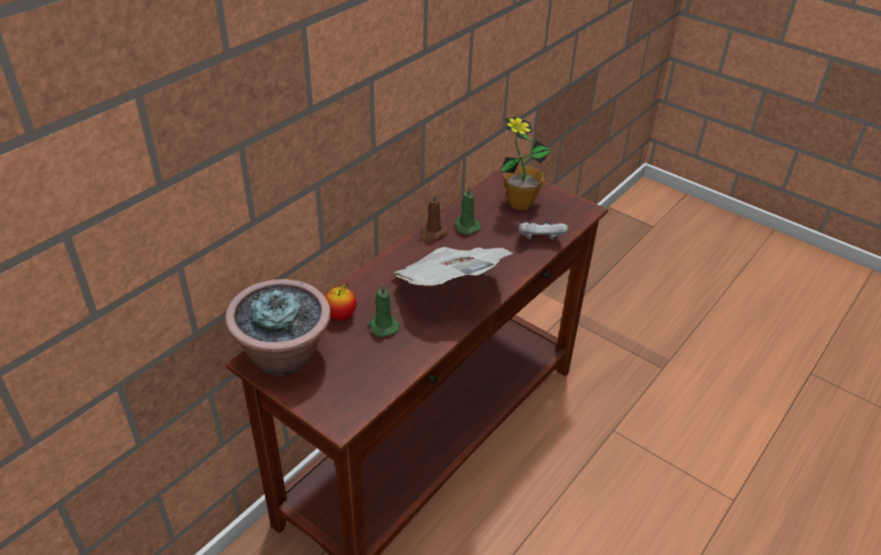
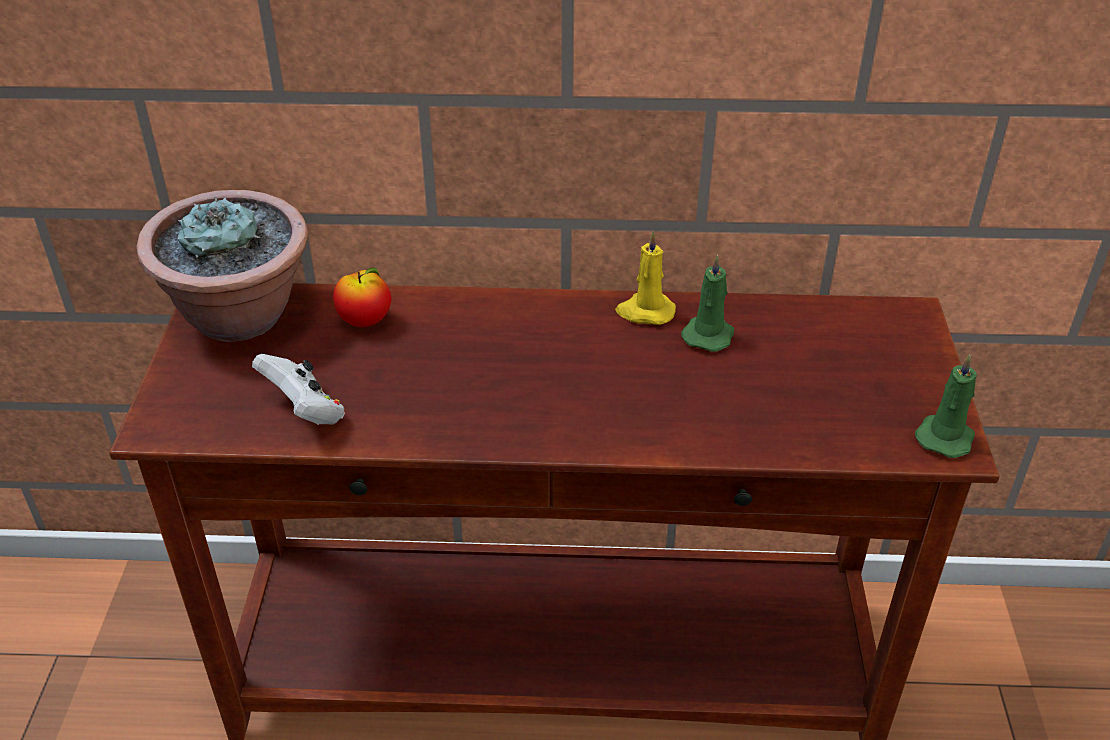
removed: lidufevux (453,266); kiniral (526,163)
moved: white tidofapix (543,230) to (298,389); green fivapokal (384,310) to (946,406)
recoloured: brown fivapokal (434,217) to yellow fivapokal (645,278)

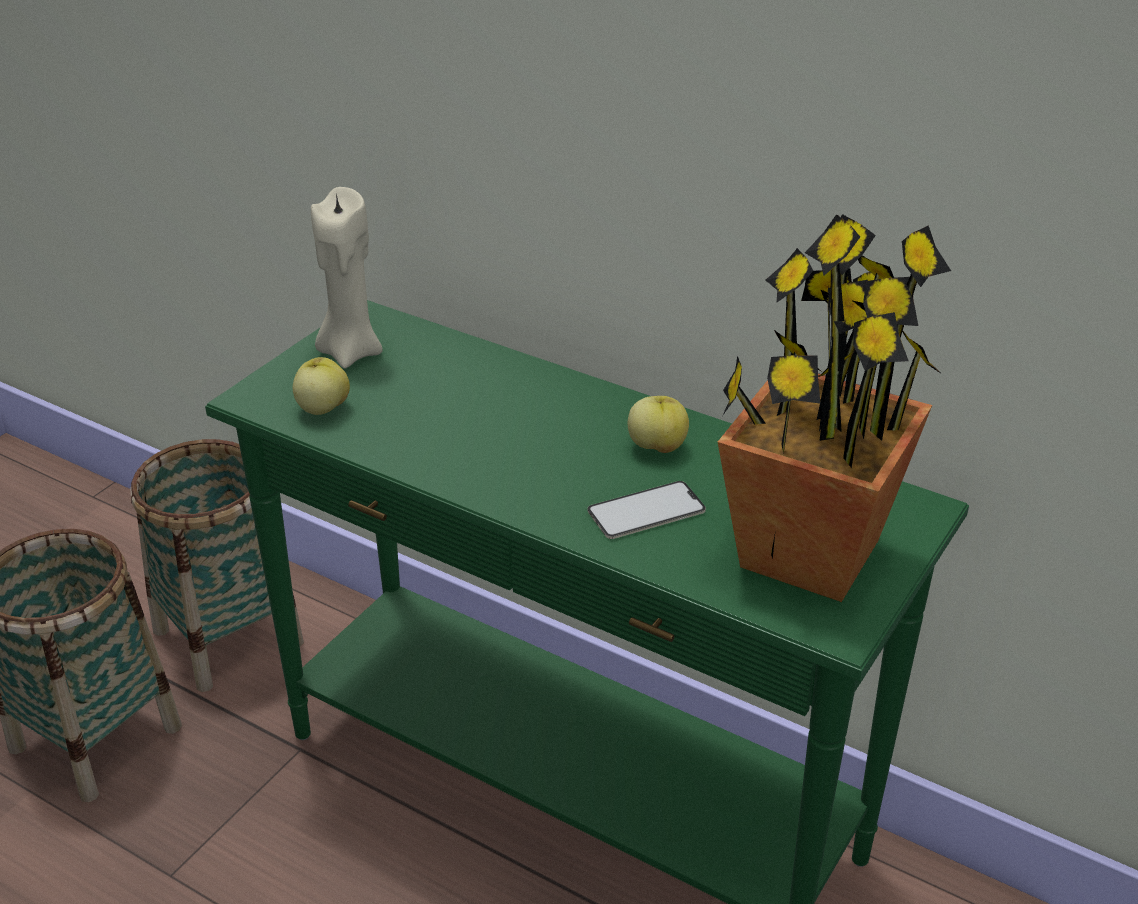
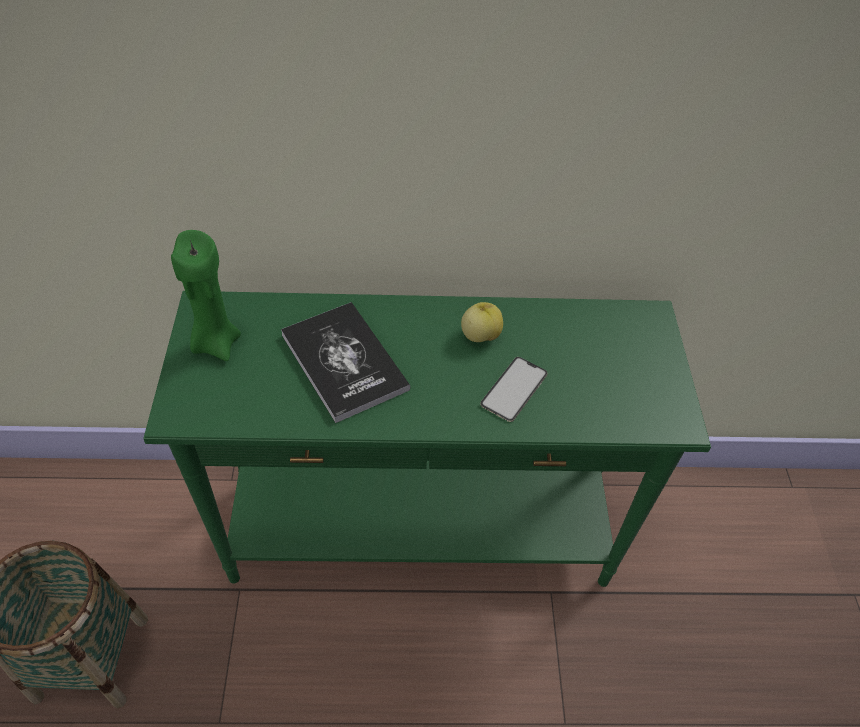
removed: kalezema (217,565); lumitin (321,386); kiniral (834,408)
added: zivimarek (345,362)
recoloured: beige fivapokal (347,278) to green fivapokal (206,295)

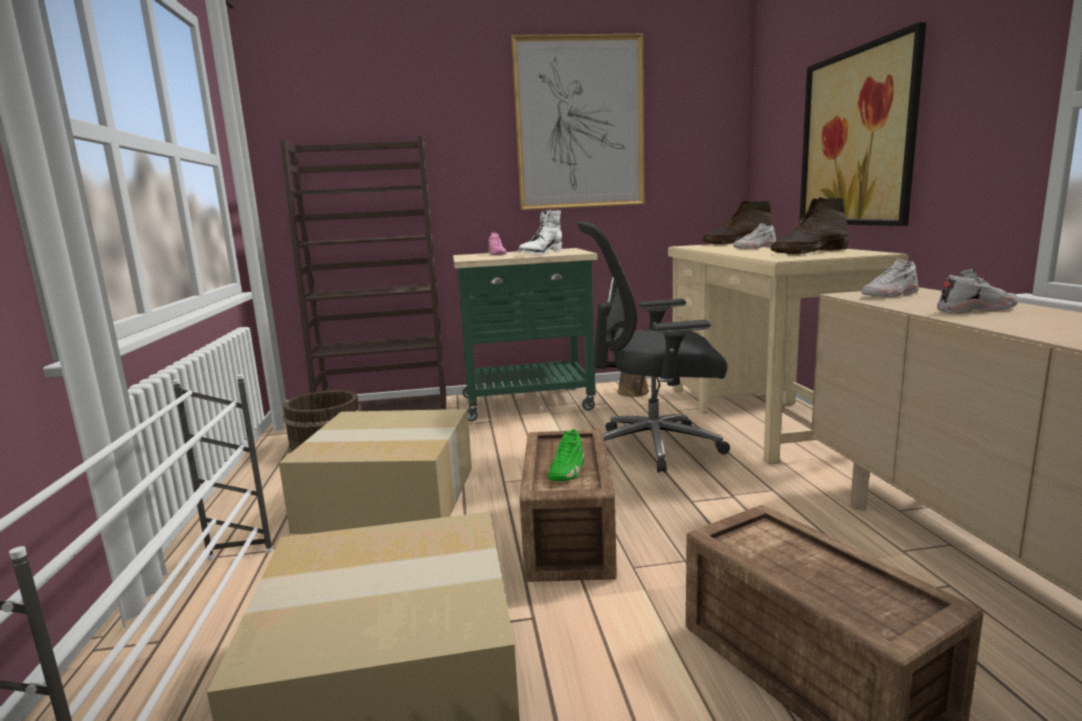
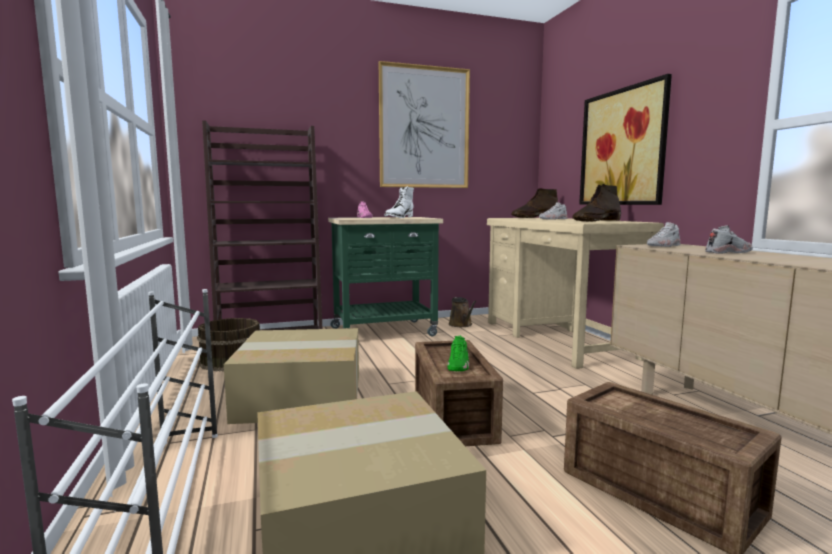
removed: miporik (654,347)

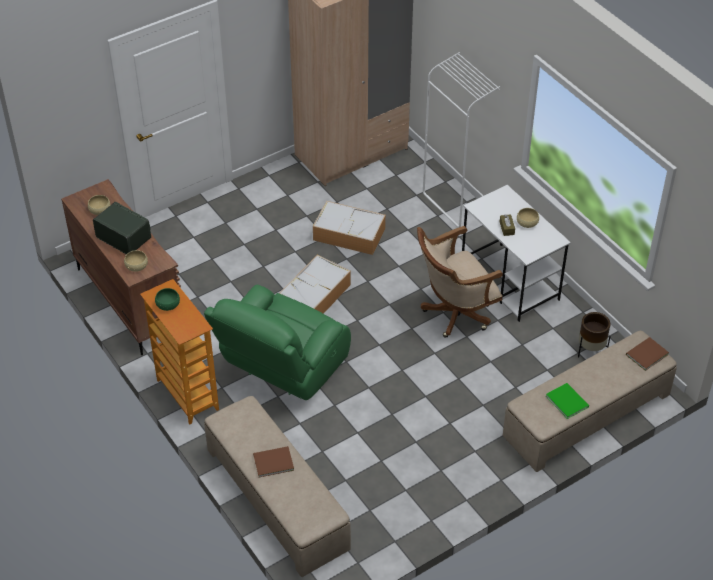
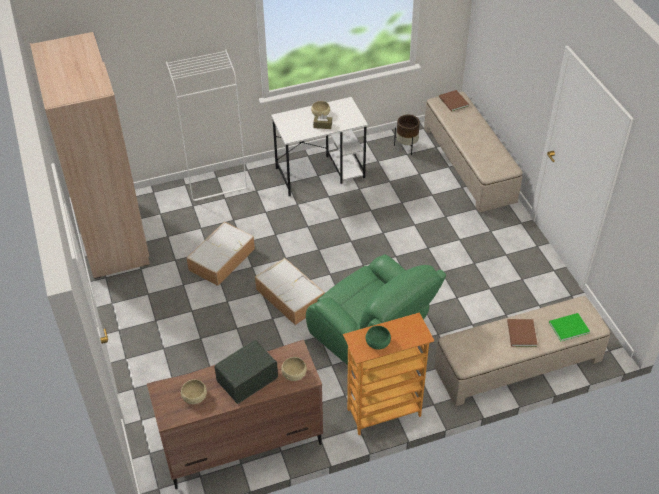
removed: miporik (460,282)
moved: green zivimarek (567,401) to (569,327)

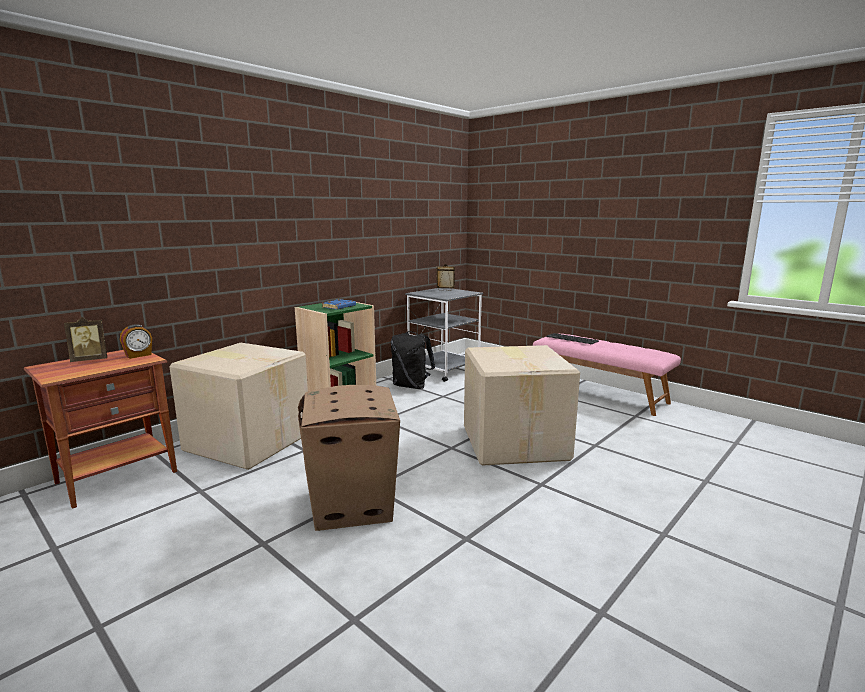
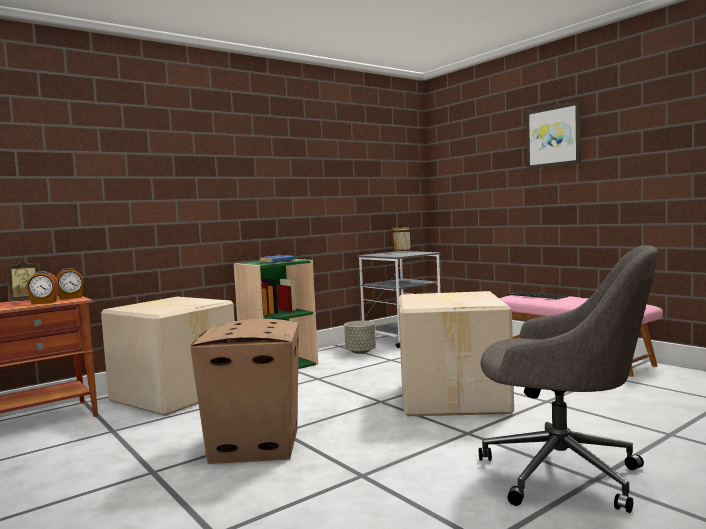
added: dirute (43,287); grey miporik (568,379); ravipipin (553,135)
replaced: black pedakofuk (413,360) to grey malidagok (360,337)

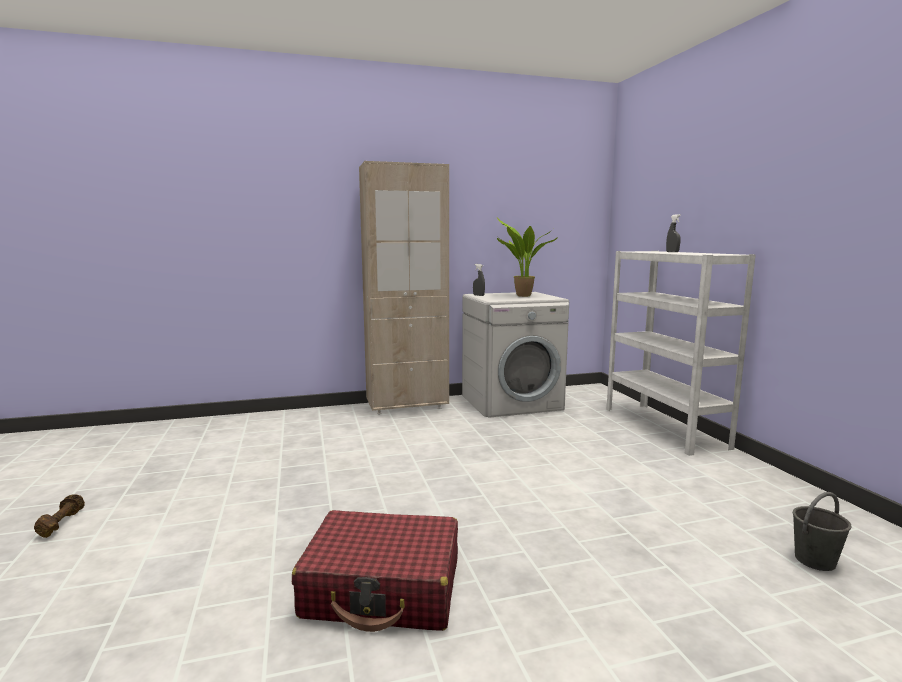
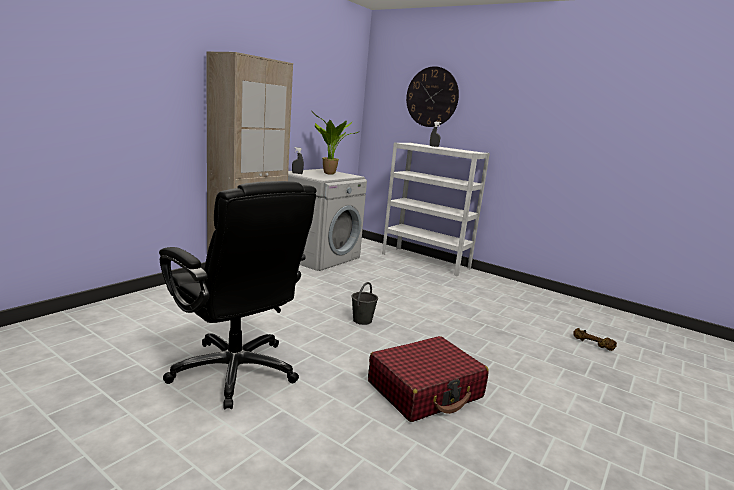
added: black miporik (237,295); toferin (432,96)
moved: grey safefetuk (822,531) to (364,303); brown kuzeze (59,516) to (595,339)

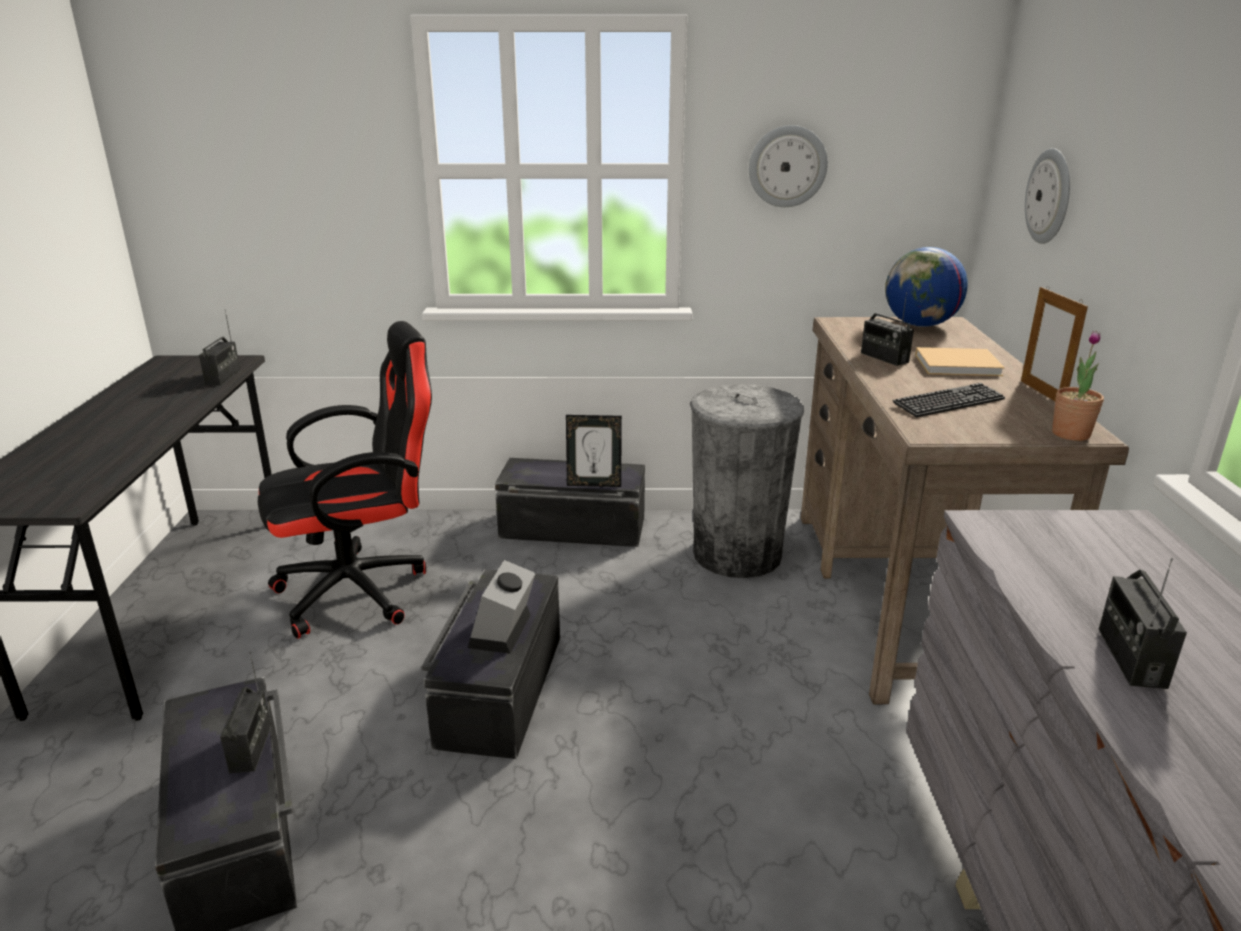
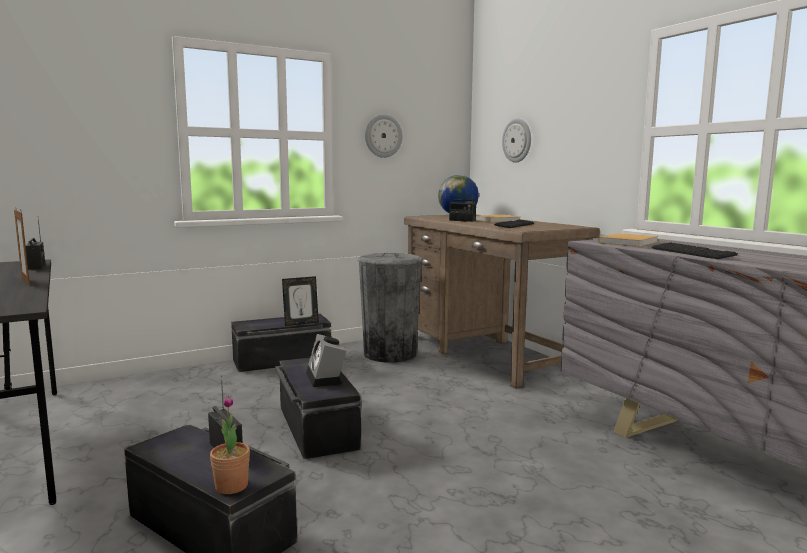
removed: black miporik (345,480)
added: beige zivimarek (628,240)
moved: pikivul (1054,343) to (22,248); kiniral (1078,386) to (230,444)
replaced: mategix (1143,623) to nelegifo (695,250)

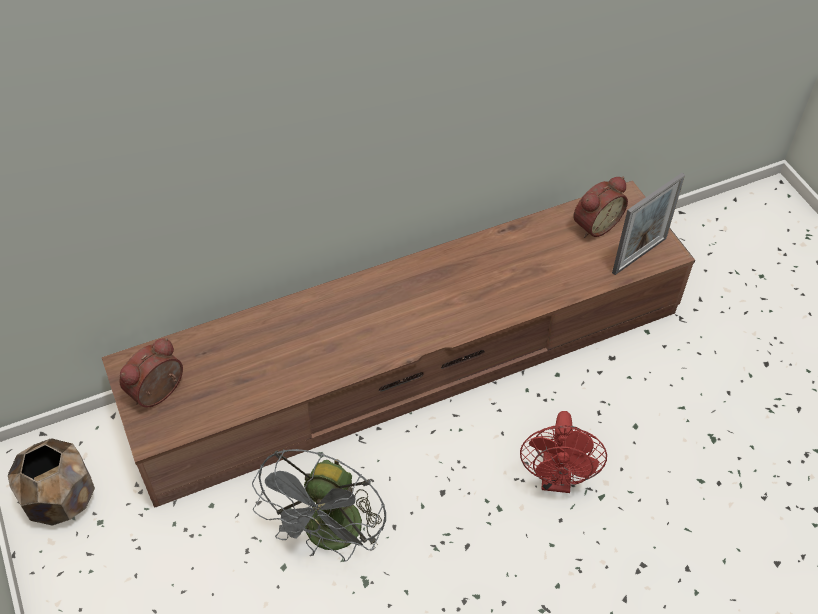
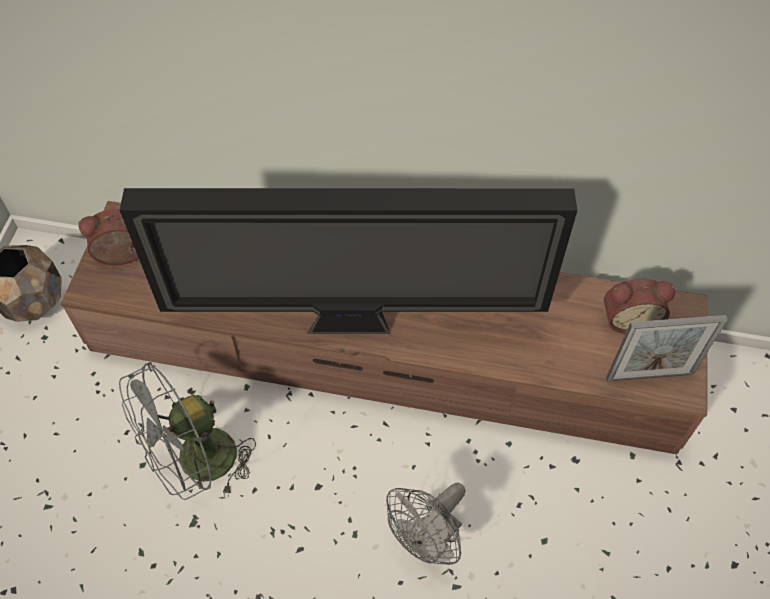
added: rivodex (348,261)
recoloured: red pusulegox (563,452) to grey pusulegox (426,523)

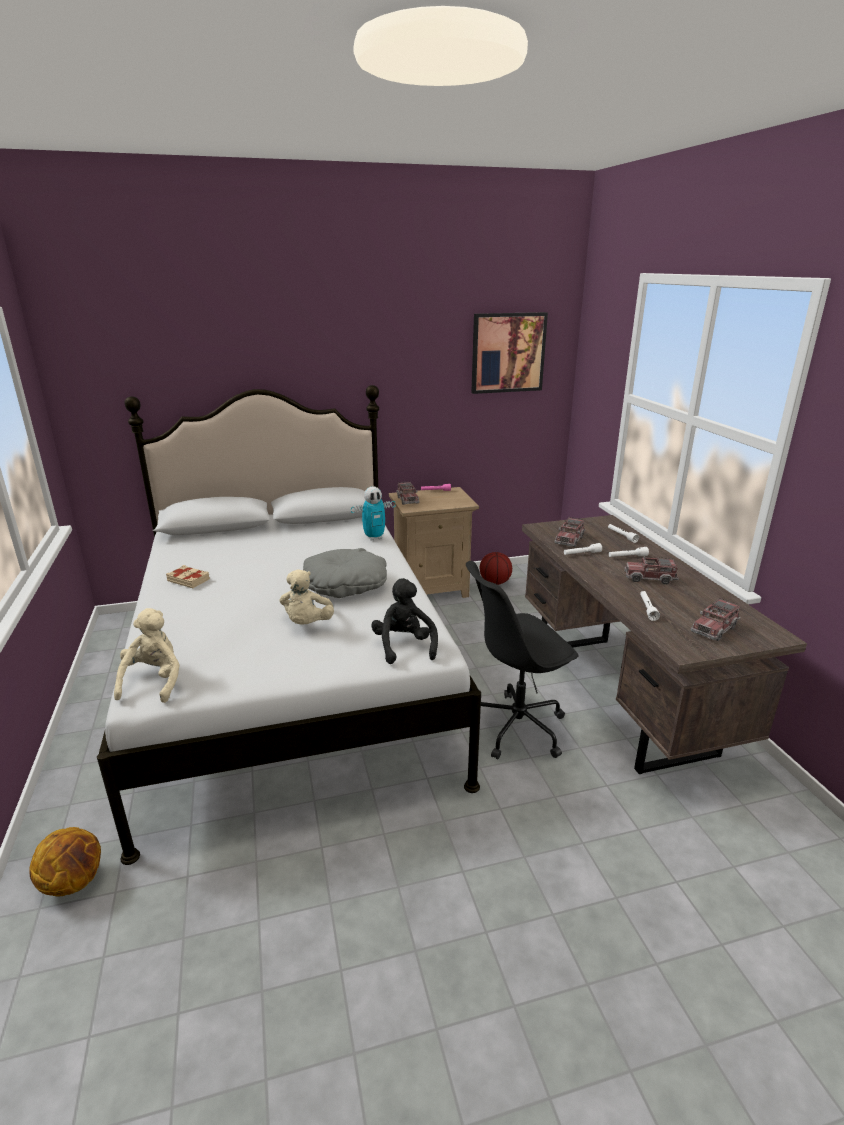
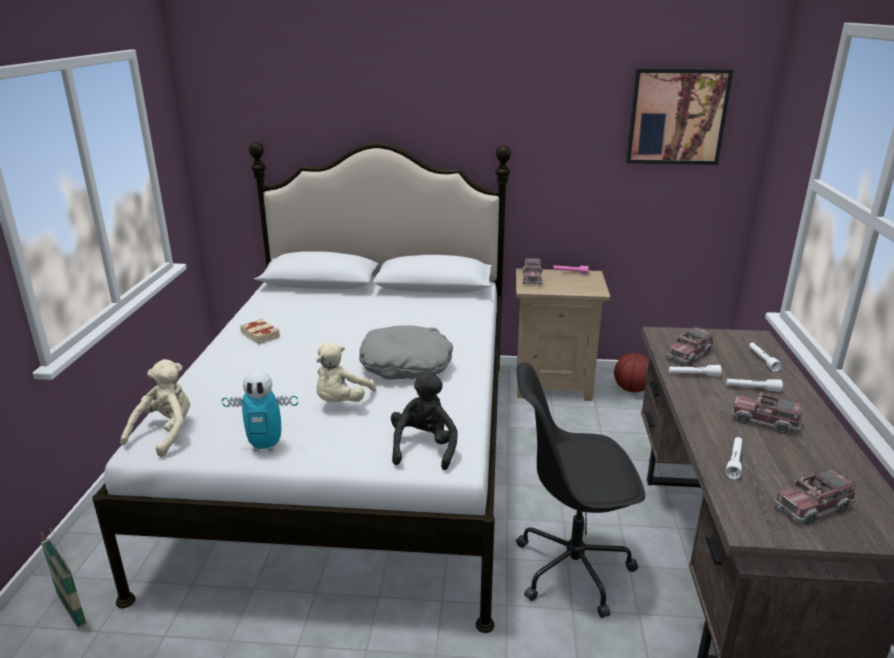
moved: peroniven (373,513) to (260,411)
replaced: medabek (65,861) to kalezema (64,578)

